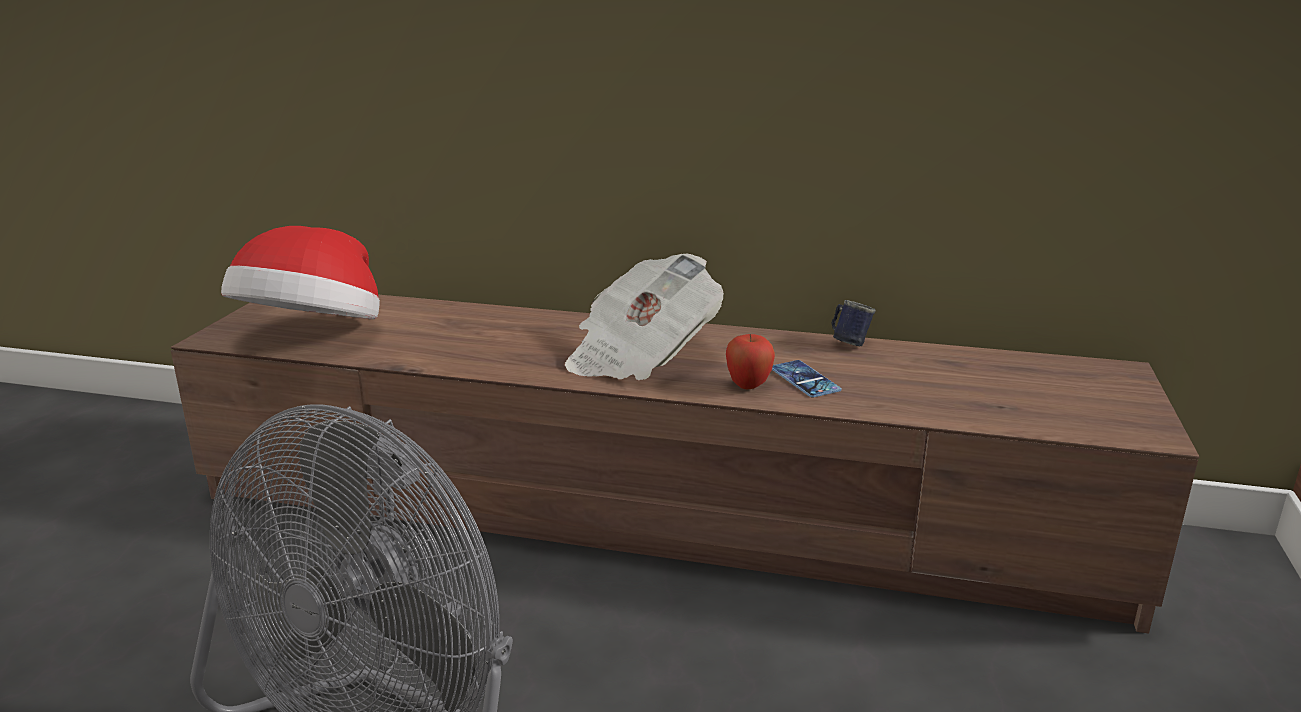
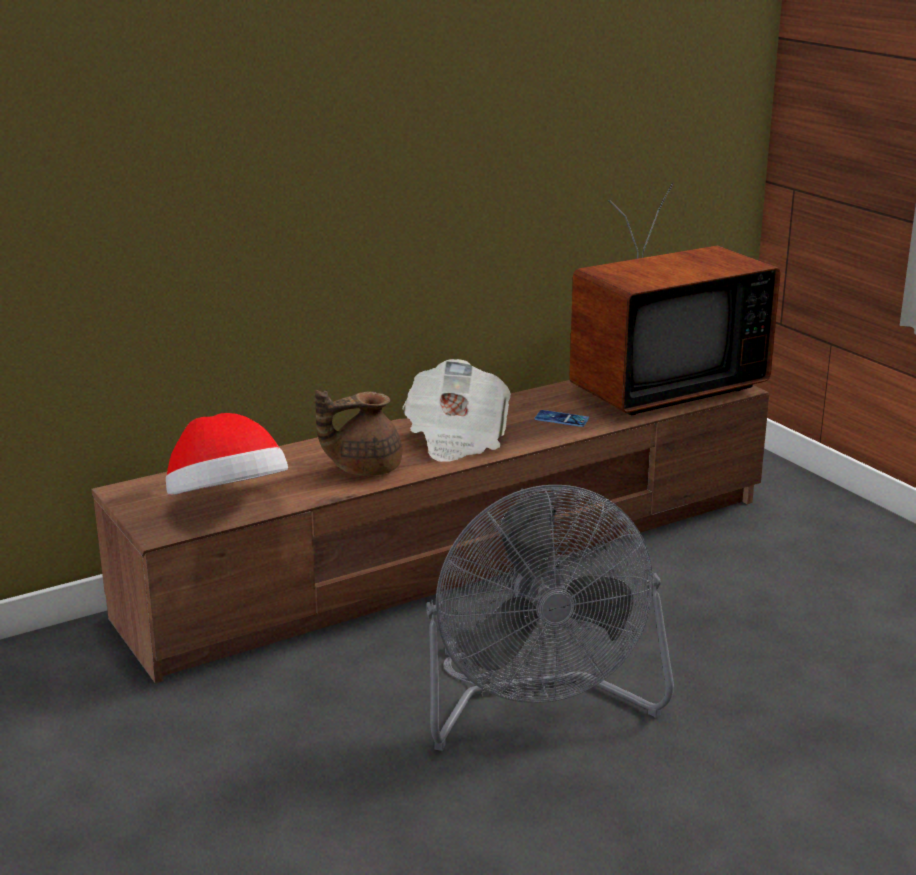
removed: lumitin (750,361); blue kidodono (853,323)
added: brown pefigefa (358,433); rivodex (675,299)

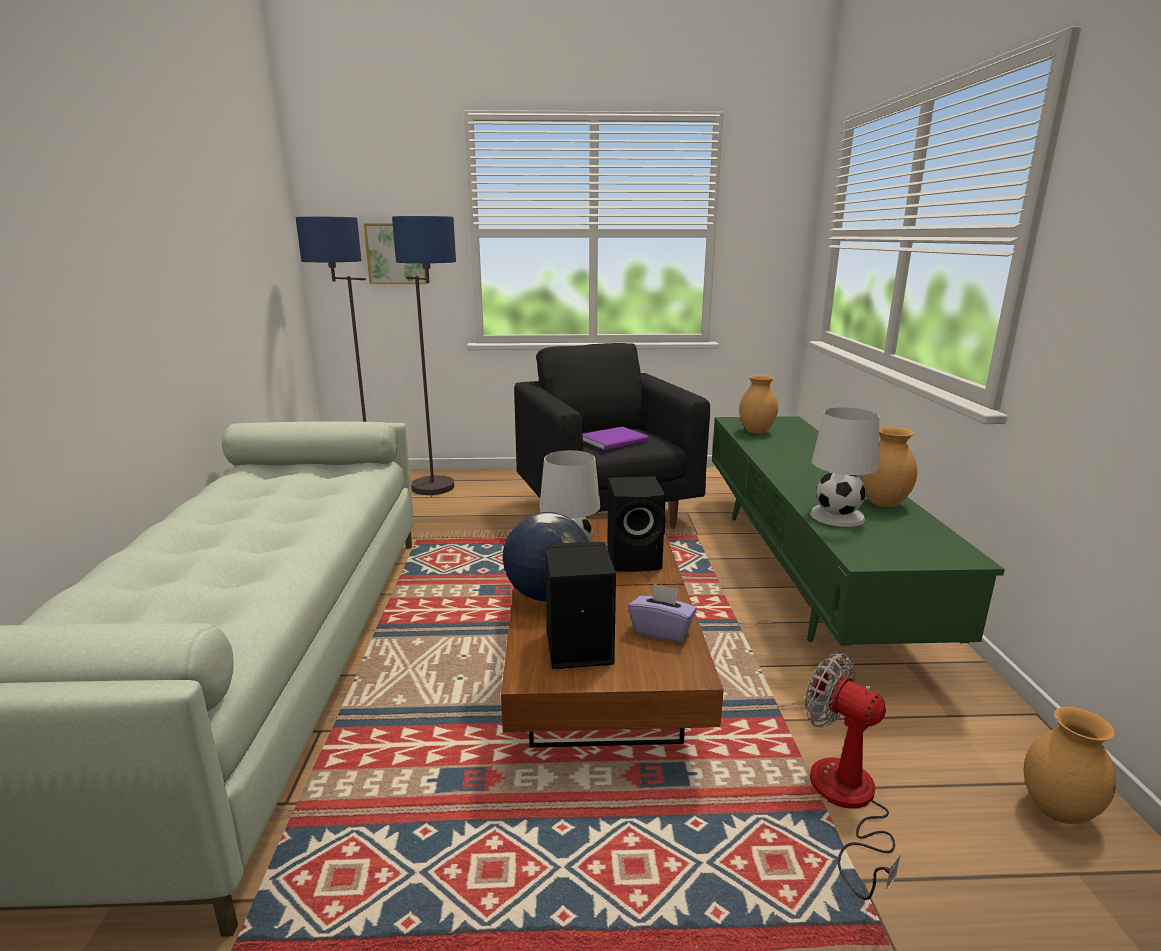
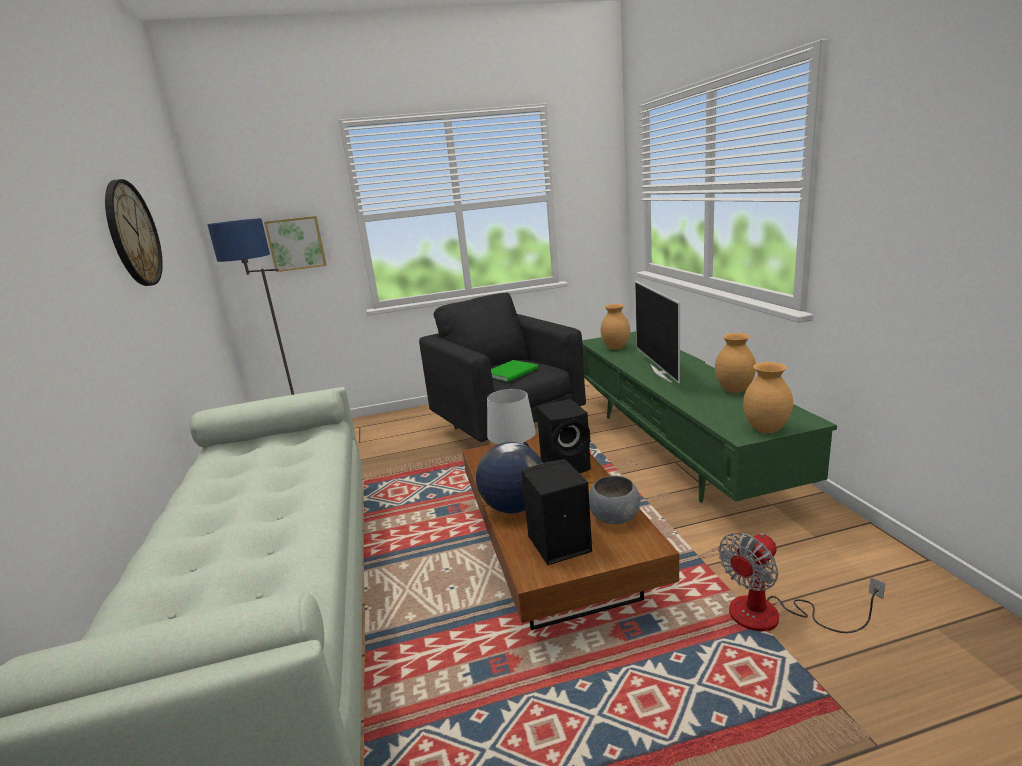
removed: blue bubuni (424,355); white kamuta (845,467)
added: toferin (134,232); rivodex (657,332)
moved: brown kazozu (1070,765) to (768,397)
replaced: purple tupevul (662,613) to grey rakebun (614,500)
recoloured: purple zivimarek (615,438) to green zivimarek (514,371)
turned: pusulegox (853,776) = (802,583) 75 degrees counterclockwise

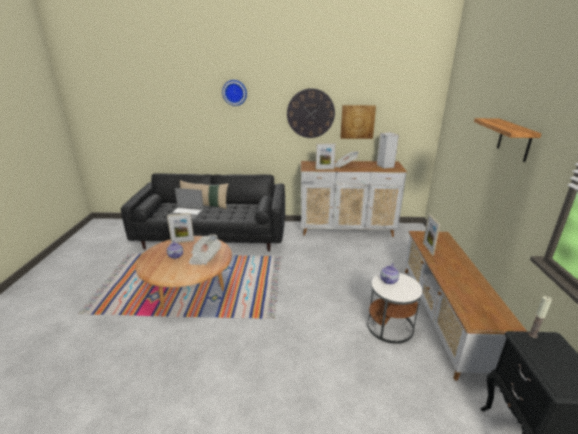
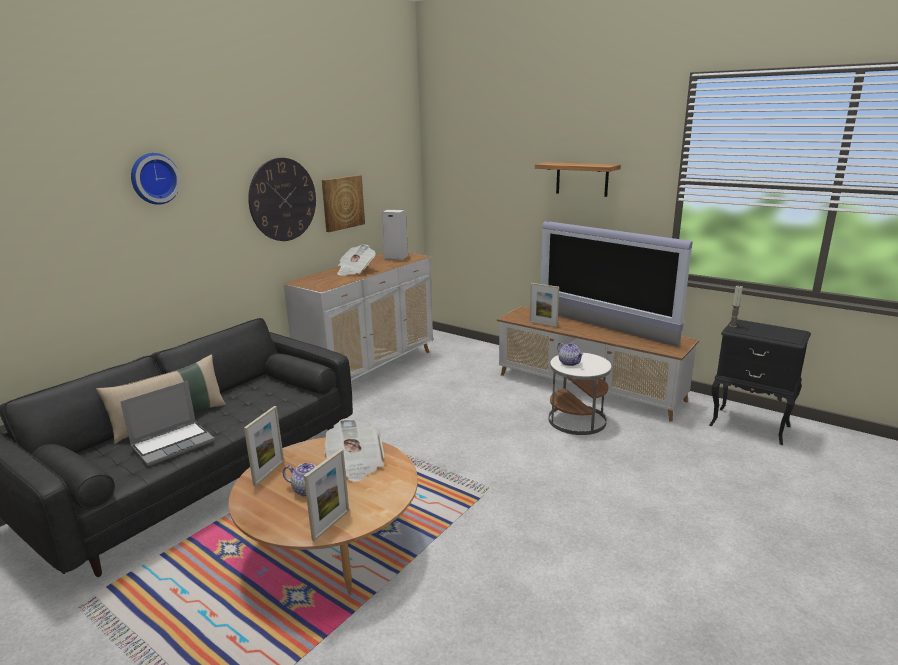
added: rivodex (616,284)
moved: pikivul (326,156) to (326,495)

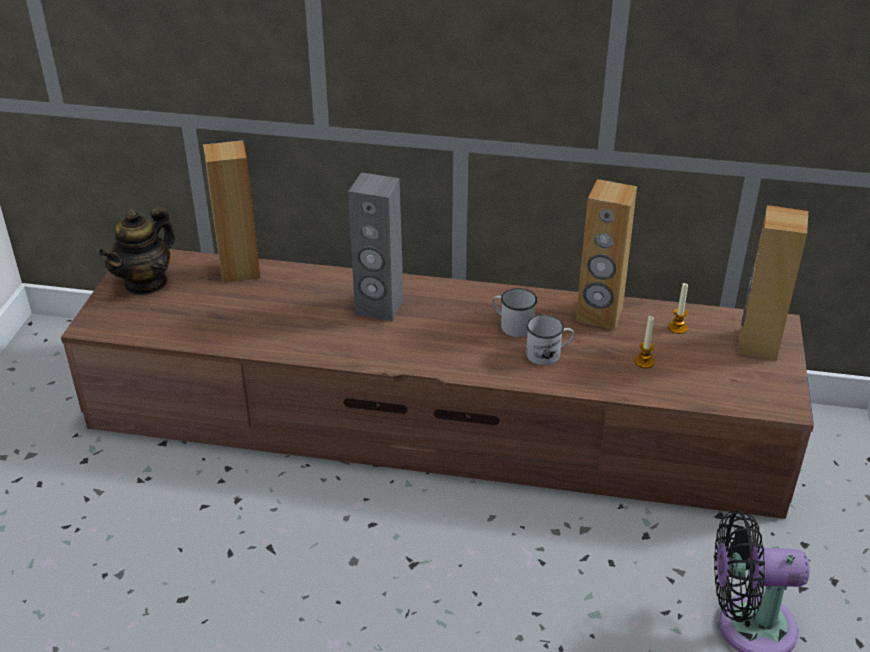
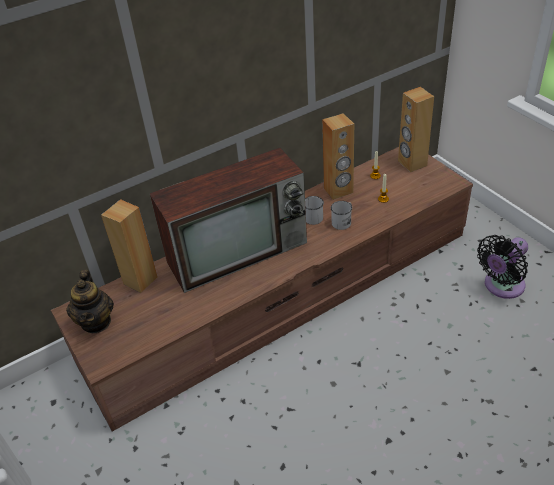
replaced: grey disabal (375,246) to rivodex (228,220)

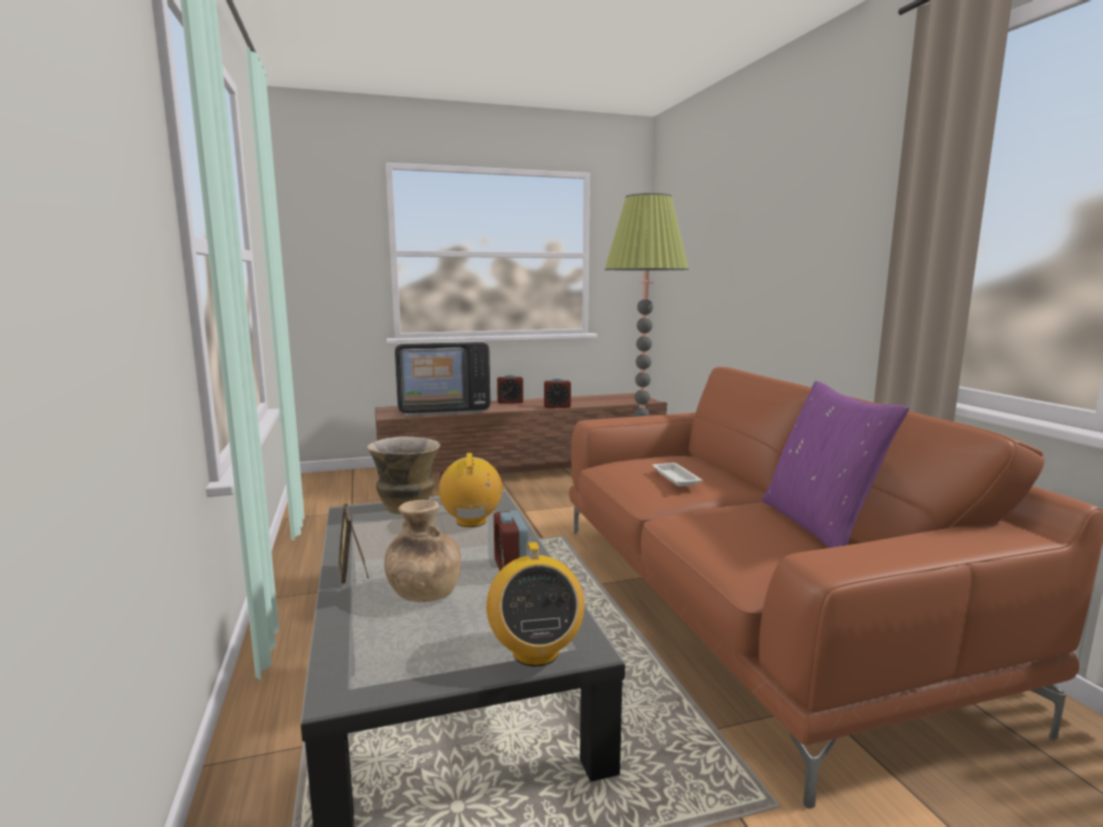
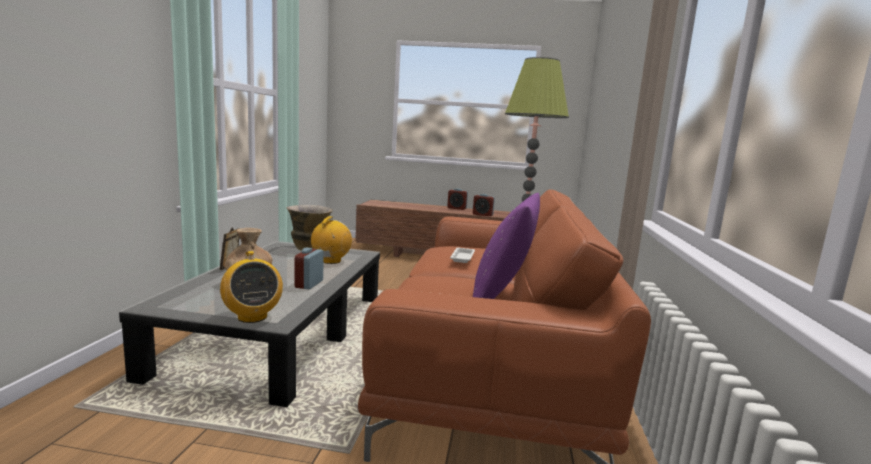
removed: rivodex (443,377)
turned: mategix (535,604) = (251,287) 45 degrees counterclockwise

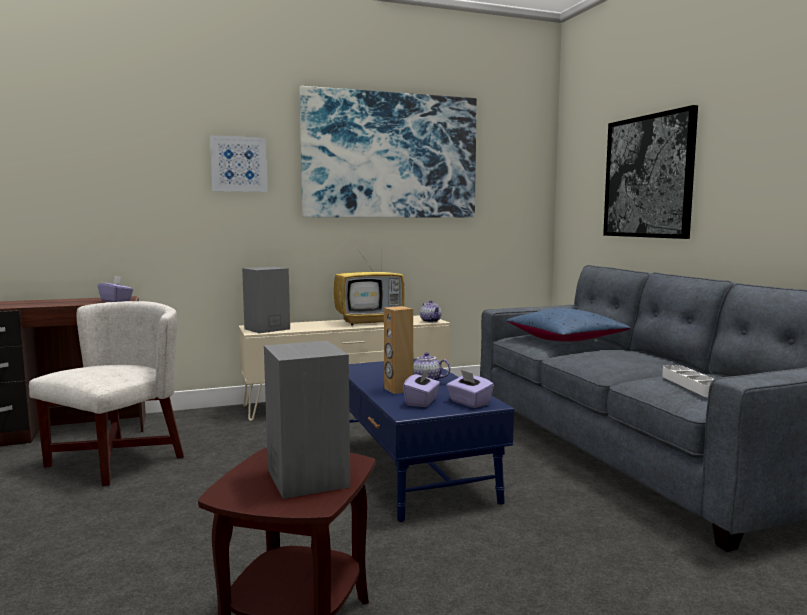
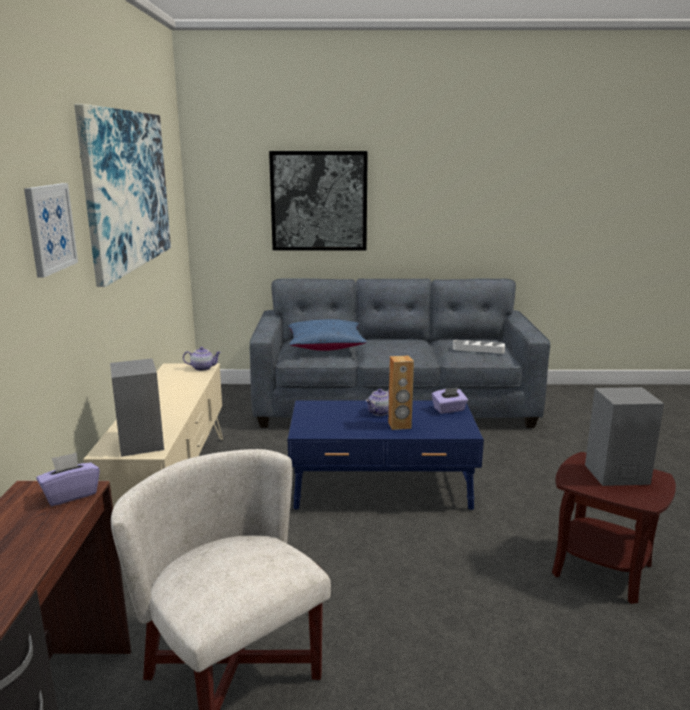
removed: rivodex (369,284); purple tupevul (421,388)

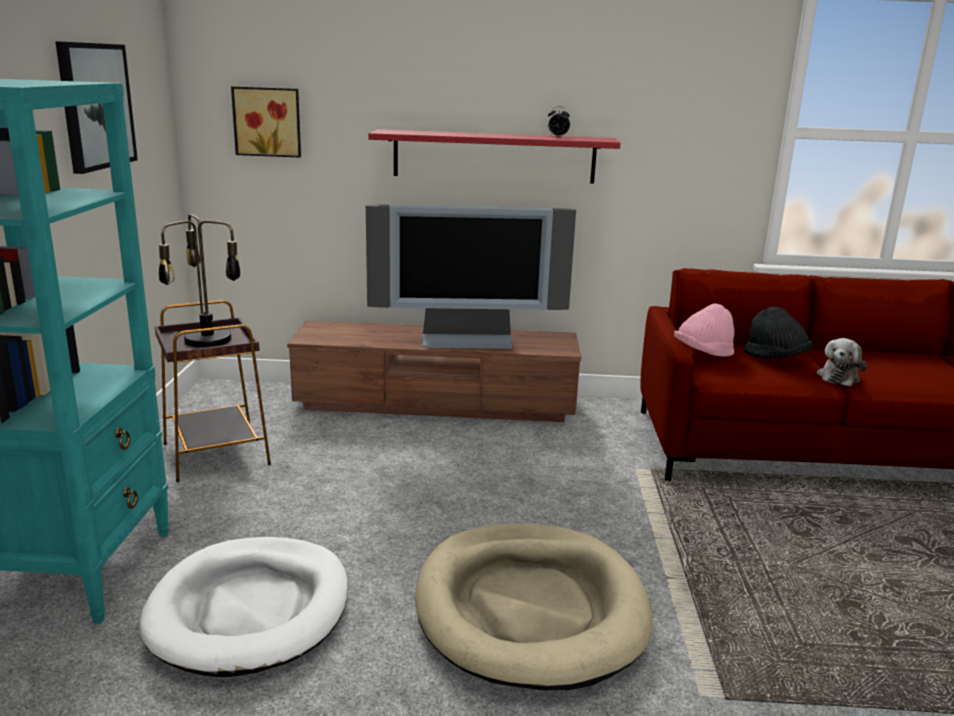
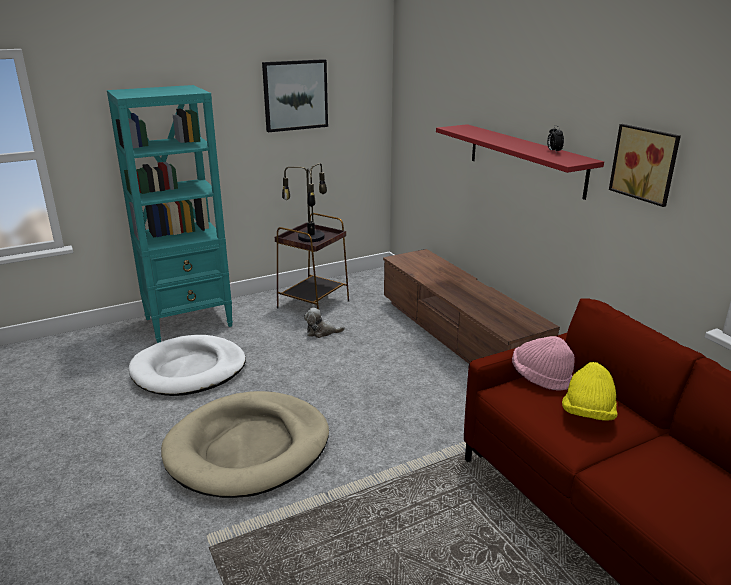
removed: rivodex (471,276)
moved: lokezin (842,362) to (324,322); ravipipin (266,121) to (645,165)
recoloured: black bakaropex (778,333) to yellow bakaropex (590,391)

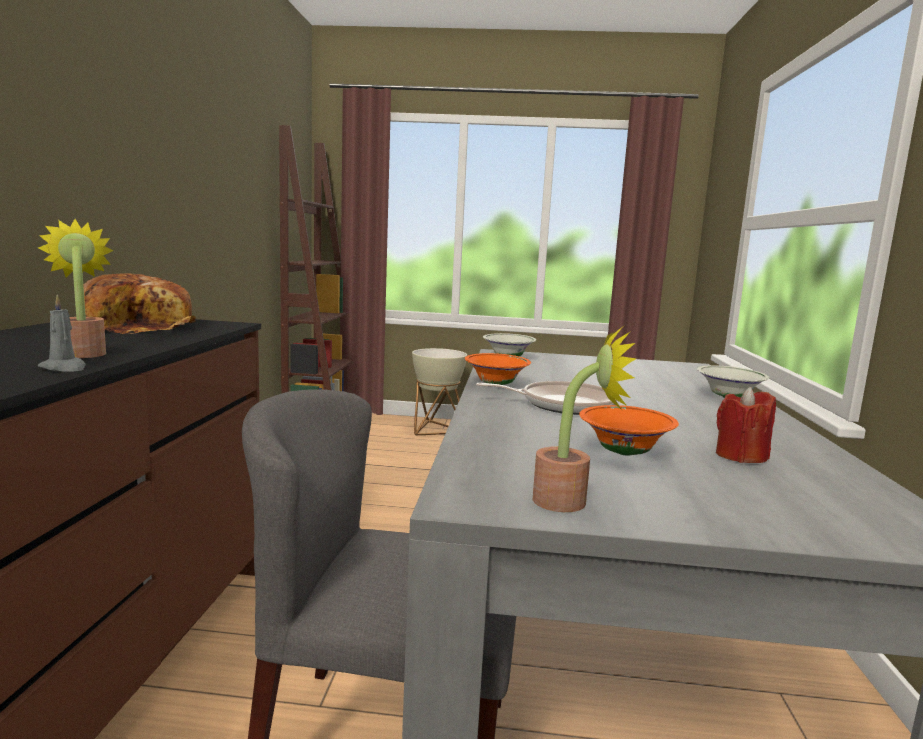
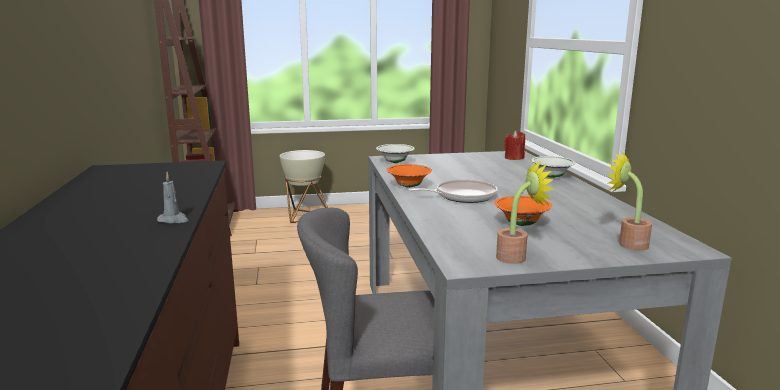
removed: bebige (139,303)
moved: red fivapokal (746,425) to (514,145); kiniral (76,288) to (629,201)

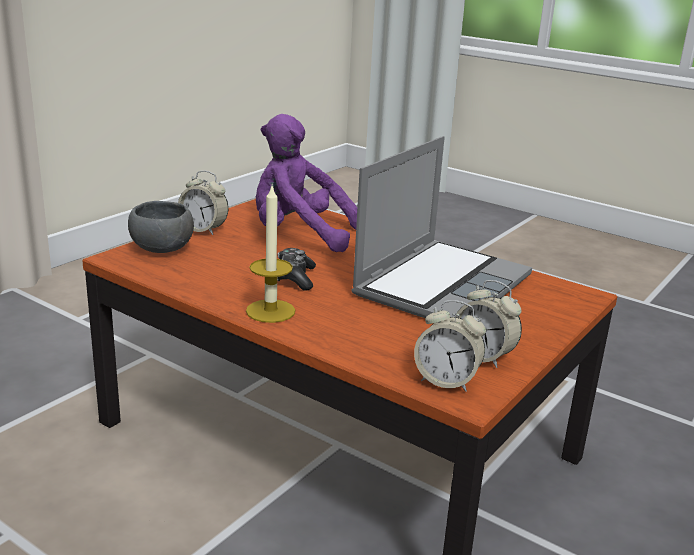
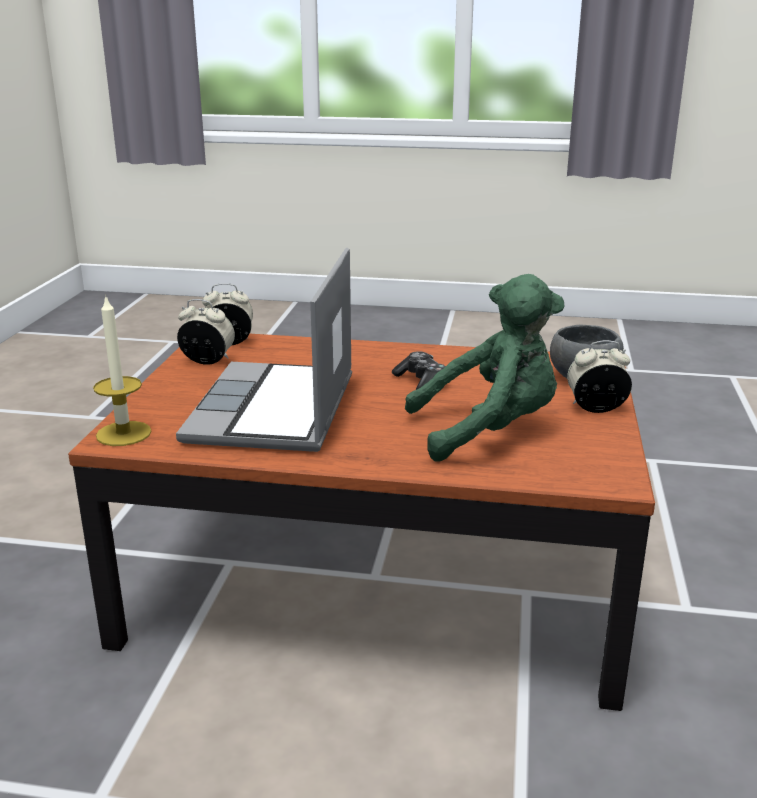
moved: fivapokal (270,254) to (122,370)
recoloured: purple lokezin (306,183) to green lokezin (485,367)

